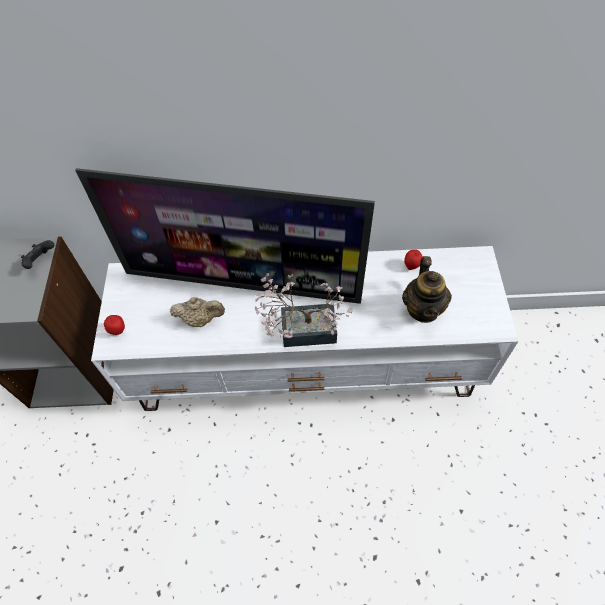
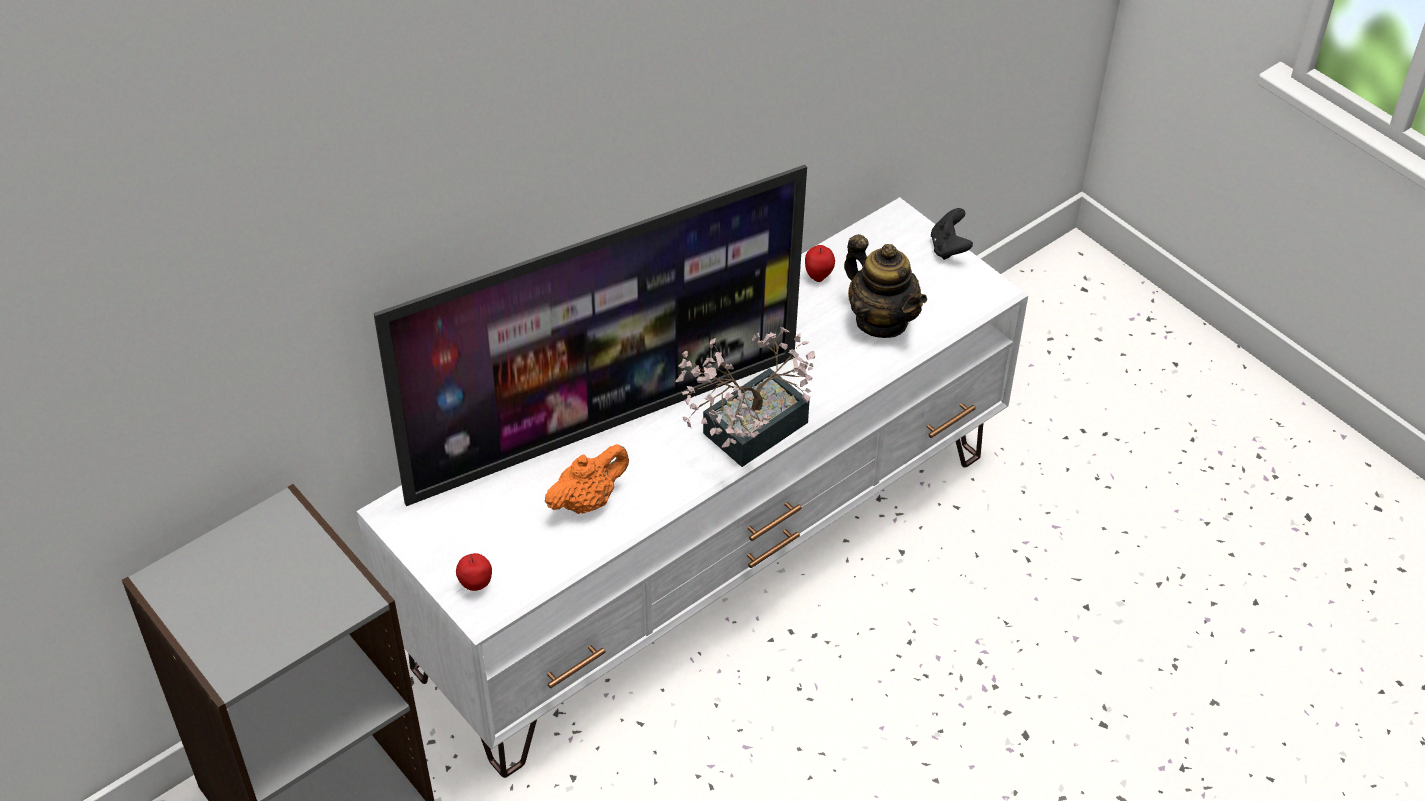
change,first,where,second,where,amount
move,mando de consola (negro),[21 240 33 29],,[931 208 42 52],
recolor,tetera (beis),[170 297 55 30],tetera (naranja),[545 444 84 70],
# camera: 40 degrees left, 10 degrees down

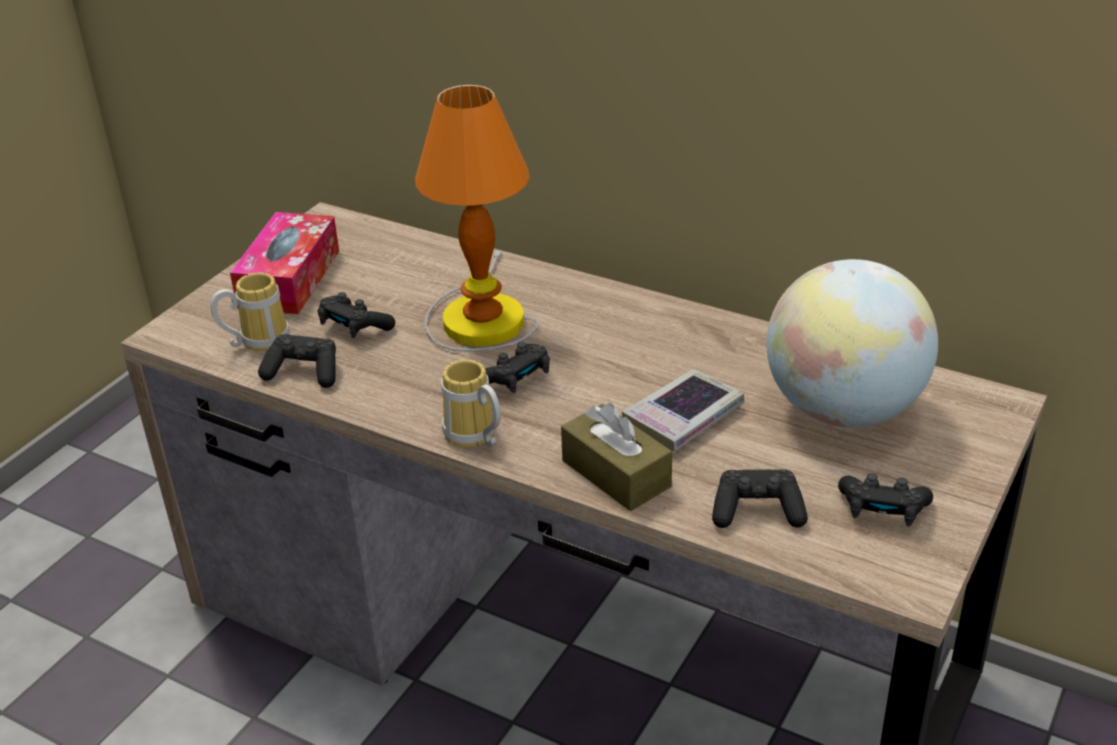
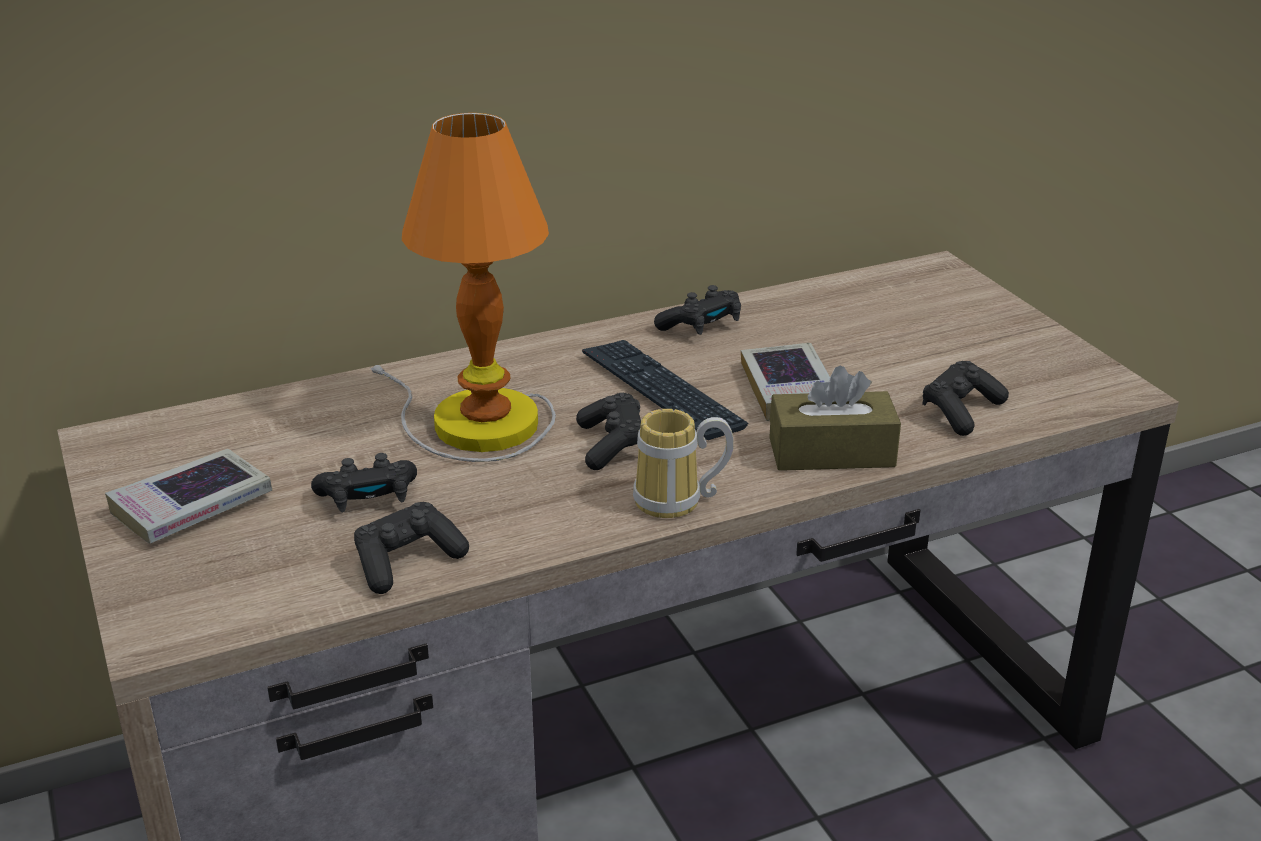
change,first,where,second,where,amount
delete,taza grande,[211 272 79 80],,,
replace,caja de pañuelos,[230 212 109 102],libro,[105 449 167 95],
delete,globo terráqueo,[766 259 172 169],,,
move,mando de consola (negro),[838 473 95 54],,[654 285 87 50],
insert,,,teclado,[582 340 166 100],
# camera: 55 degrees left, 5 degrees down

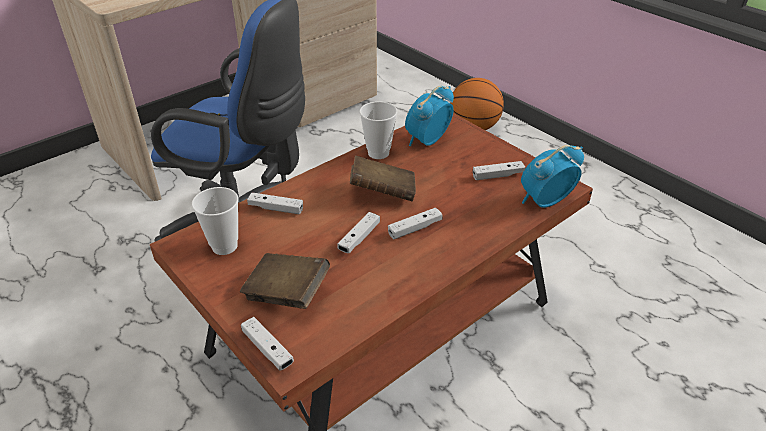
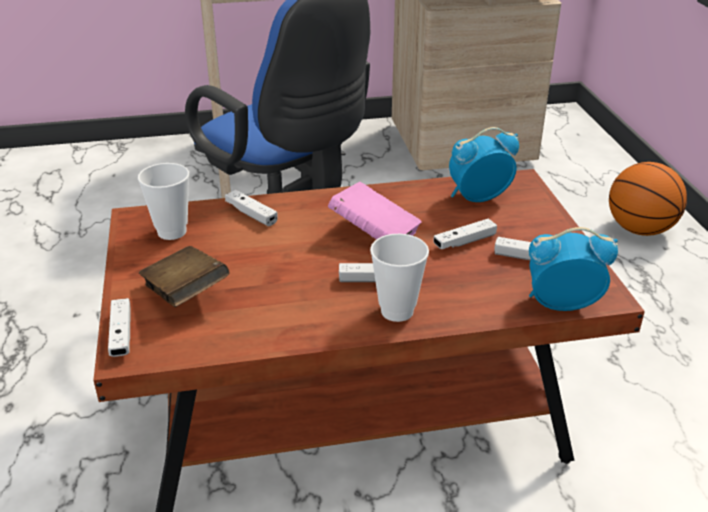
change,first,where,second,where,amount
move,mando de consola (blanco),[338 212 42 41],,[433 219 64 30],
recolor,libro (marrón),[350 156 66 46],libro (rosa),[328 182 94 57],
move,taza,[360 101 37 58],,[370 234 59 88],
# camera: 30 degrees right, 5 degrees down

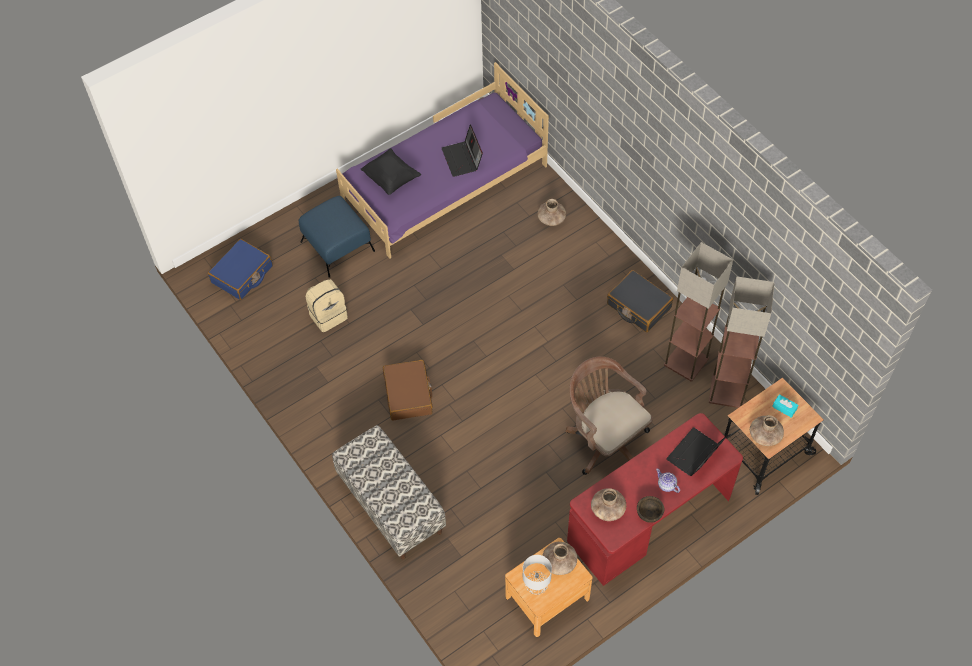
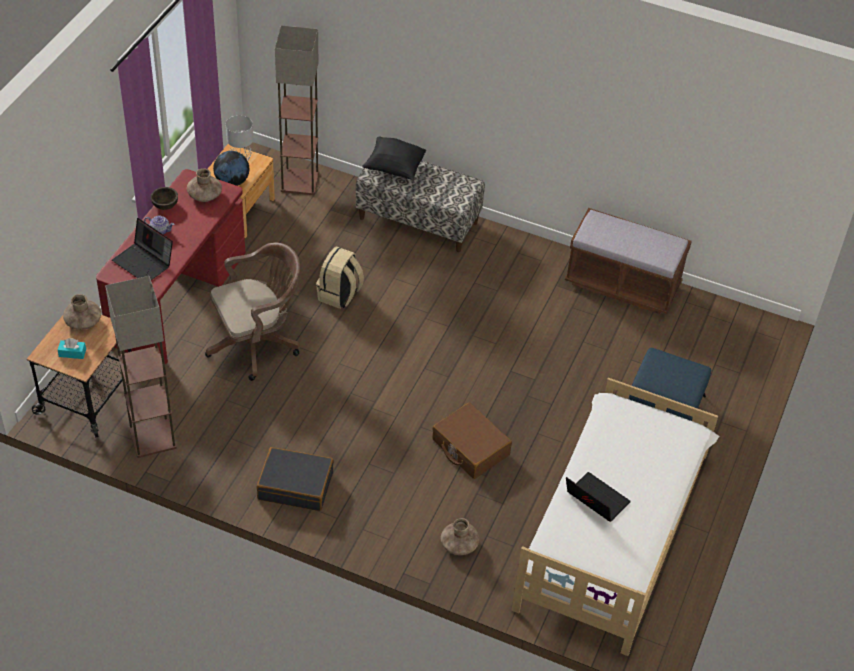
change,first,where,second,where,amount
delete,maleta (azul),[208 239 65 61],,,
move,mochila (beis),[305 279 43 53],,[316 246 48 63],
recolor,cama (morado),[336 62 213 197],cama (blanco),[511 378 209 278],
move,cojín (negro),[360 148 61 47],,[362 136 64 44],
move,maleta (marrón),[383 360 49 61],,[432 403 80 76],
replace,florero (marrón),[543 542 34 33],globo terráqueo,[213 151 36 35],
rotate,silla de oficina (marrón),[565 356 87 119],,[205 243 95 138],45 degrees counterclockwise
move,lámpara de pie,[664 242 69 140],,[275 26 44 169],
rotate,portátil,[666 427 62 49],,[112 218 61 62],120 degrees clockwise
insert,,,banco (marrón),[565 208 127 106],
# camera: 145 degrees right, 10 degrees down

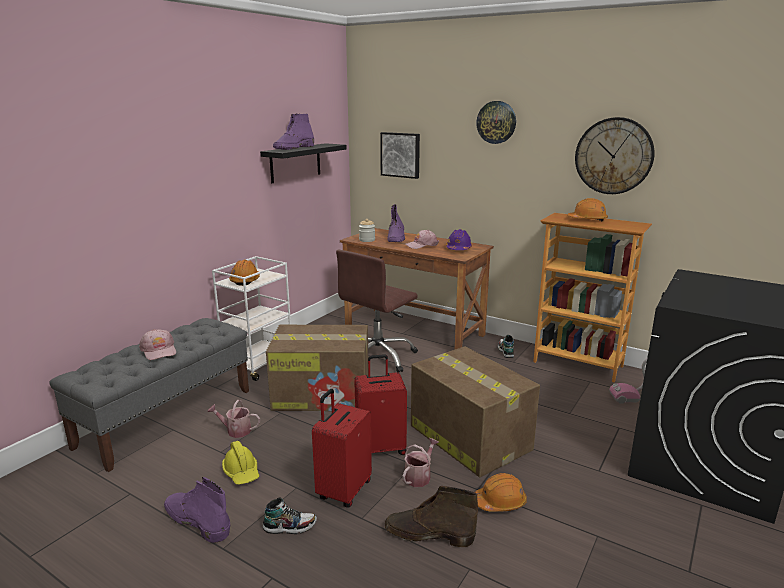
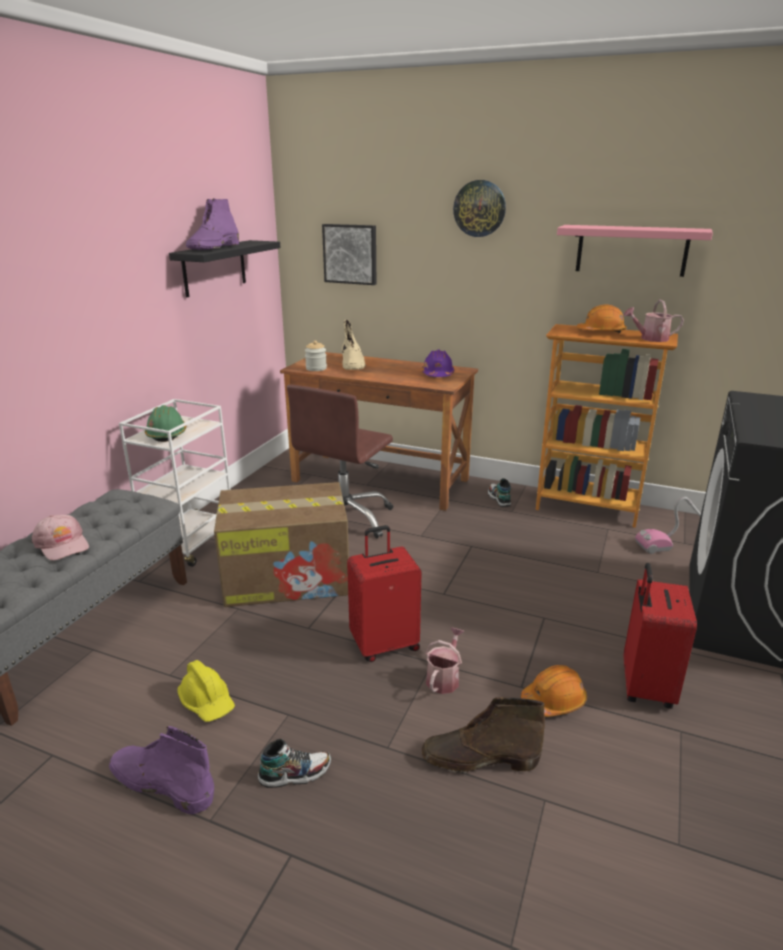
change,first,where,second,where,amount
move,regadera,[207 400 53 38],,[623 300 61 42],
recolor,casco (naranja),[229 259 31 27],casco (verde),[145 405 42 37],
move,maleta (rojo),[312 389 60 119],,[624 563 73 146],
recolor,bota (morado),[387 204 18 38],bota (beis),[342 320 24 50],
delete,gorra (rosa),[405 230 34 19],,,
delete,caja de cartón,[411 346 129 131],,,
replace,reloj de pared,[575 117 79 77],estante (rosa),[557 225 156 52],
# camera: 10 degrees left, 5 degrees up

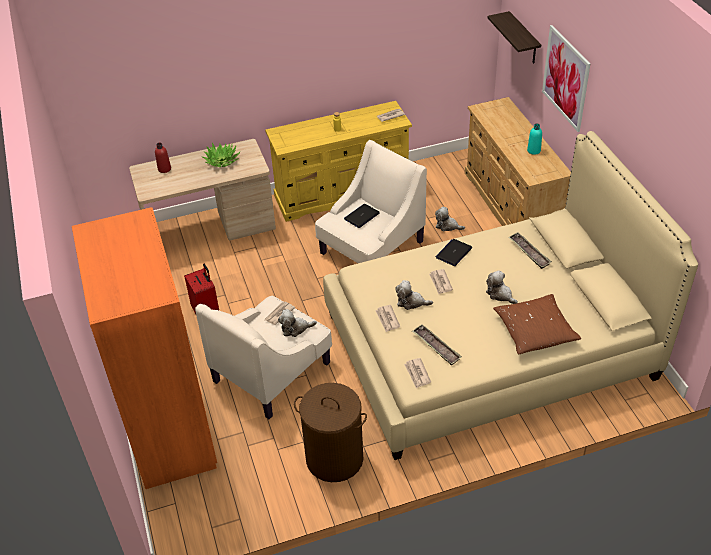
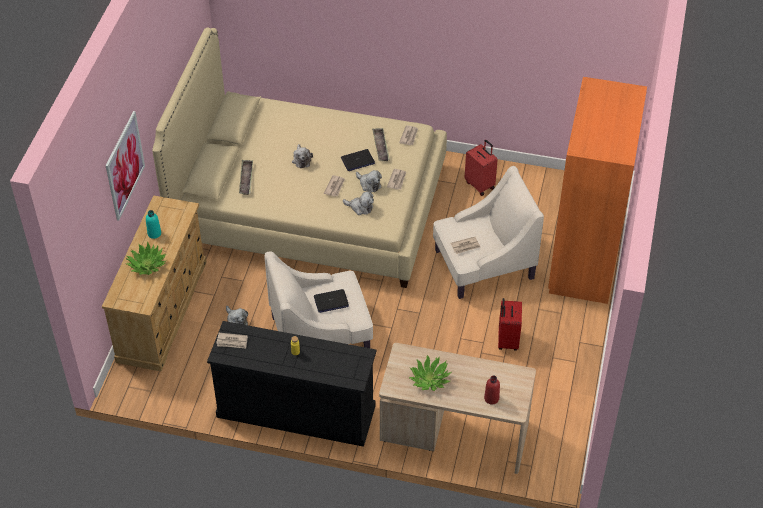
change,first,where,second,where,amount
recolor,cómoda (amarillo),[265 101 147 121],cómoda (negro),[207 321 169 126],
move,peluche,[278 309 39 28],,[343 191 31 24],
replace,cesto de la ropa (marrón),[294 383 73 99],maleta (rojo),[465 140 33 56],
move,portátil,[435 239 37 27],,[341 149 34 22],
delete,estante,[488 11 53 53],,,
delete,cojín (marrón),[493 294 88 60],,,
insert,,,planta en maceta,[126 242 40 33],
# camera: 150 degrees left, 5 degrees up

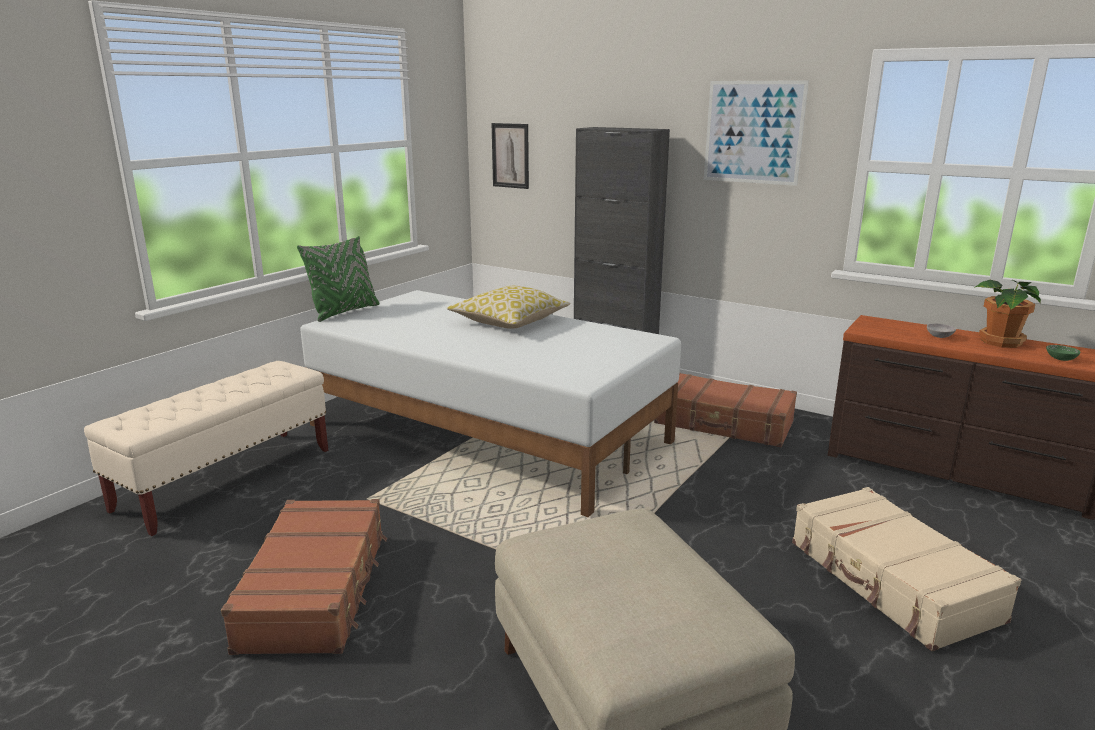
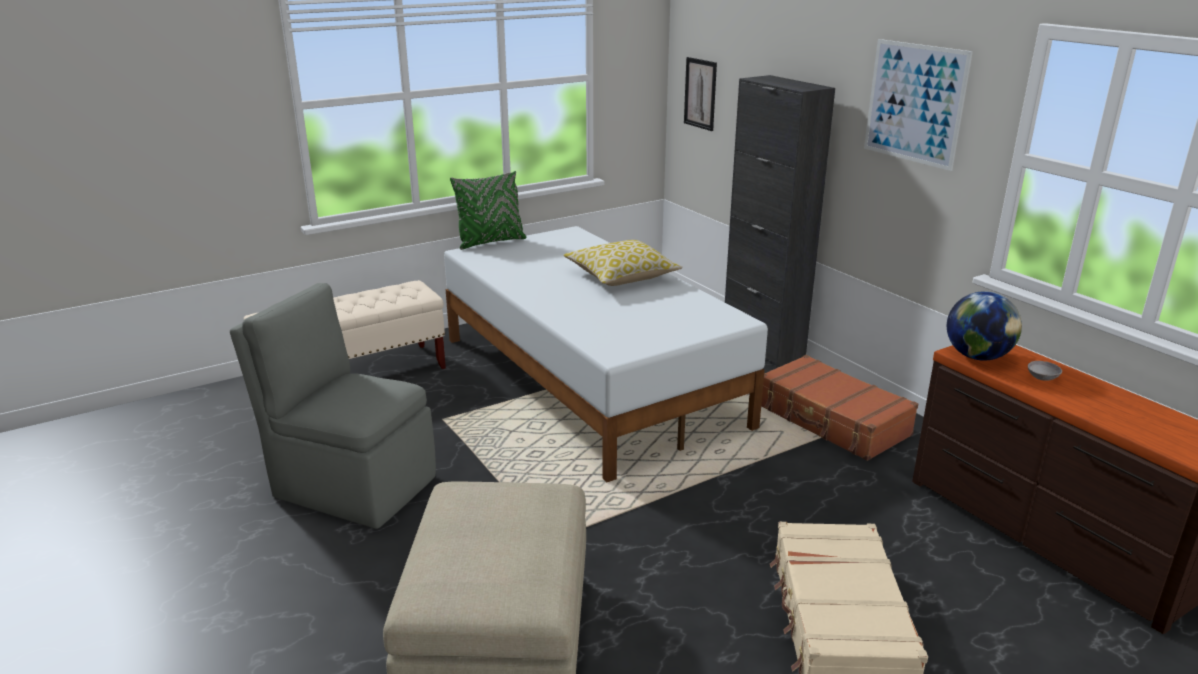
change,first,where,second,where,amount
replace,maleta (marrón),[221 499 166 156],silla (gris),[230 283 206 246],
delete,planta en maceta,[974 280 67 68],,,
delete,cuenco (verde),[1046 345 35 16],,,
insert,,,globo terráqueo,[947 291 75 70],
# camera: 25 degrees right, 5 degrees up

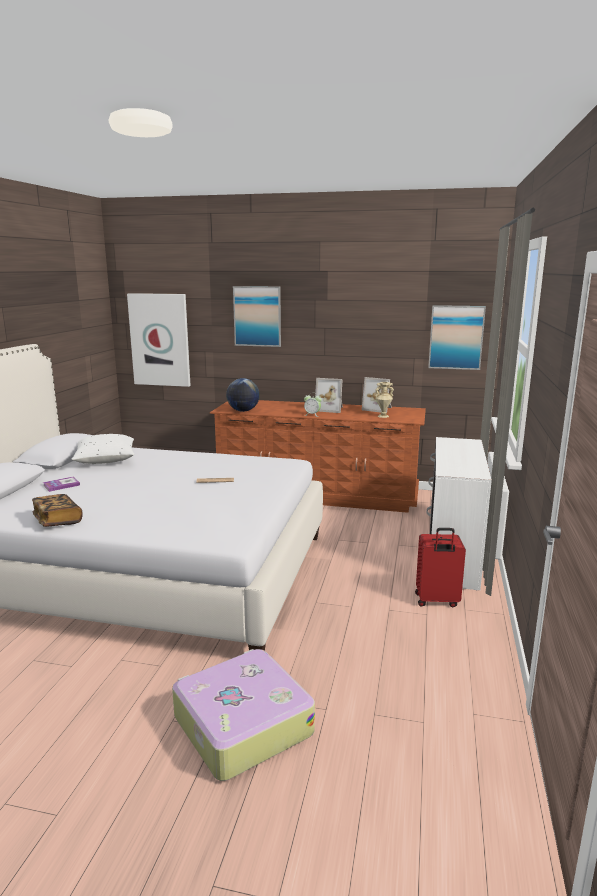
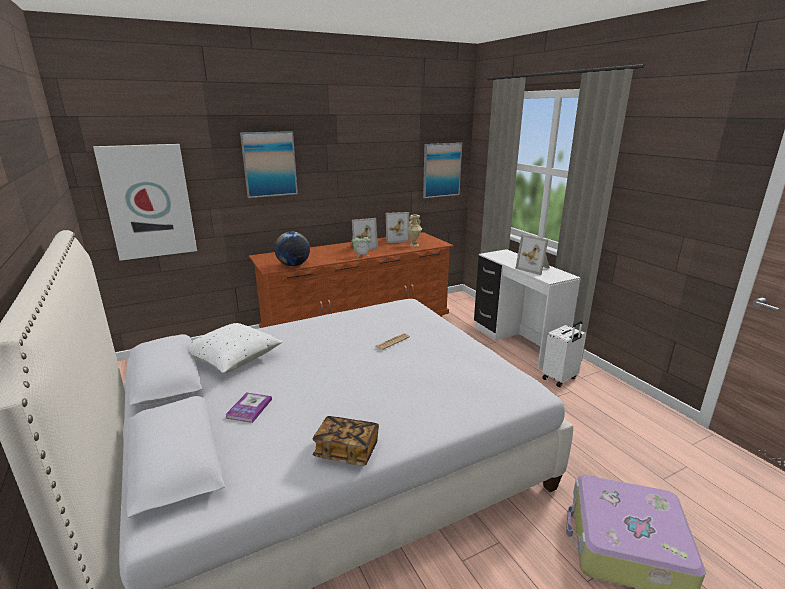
change,first,where,second,where,amount
recolor,maleta (rojo),[415 528 51 79],maleta (blanco),[542 321 44 66],
insert,,,portarretratos,[515 234 35 41],
# camera: 40 degrees left, 5 degrees up

